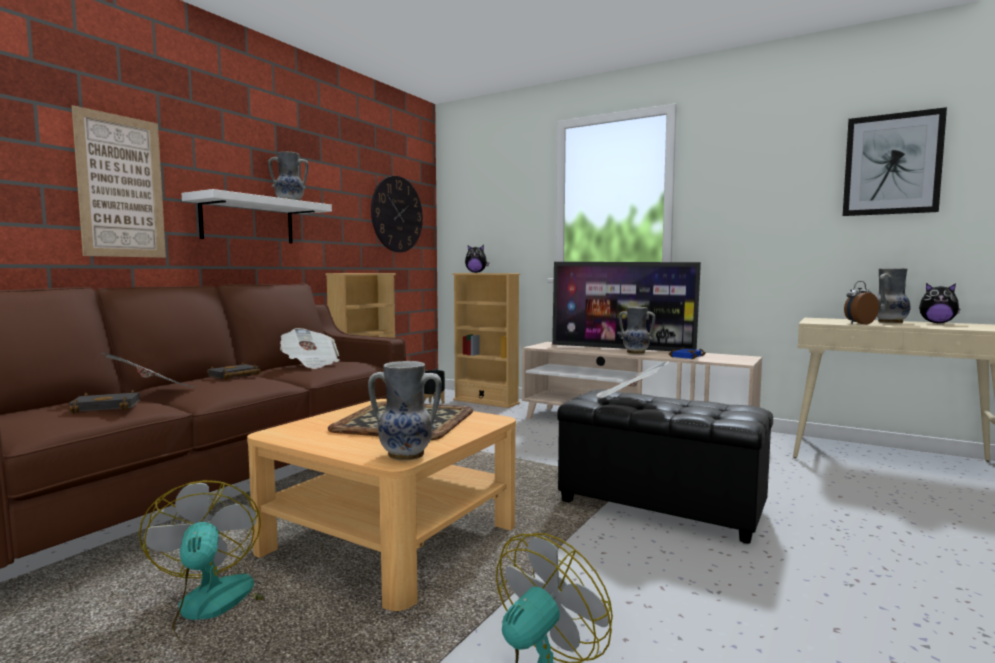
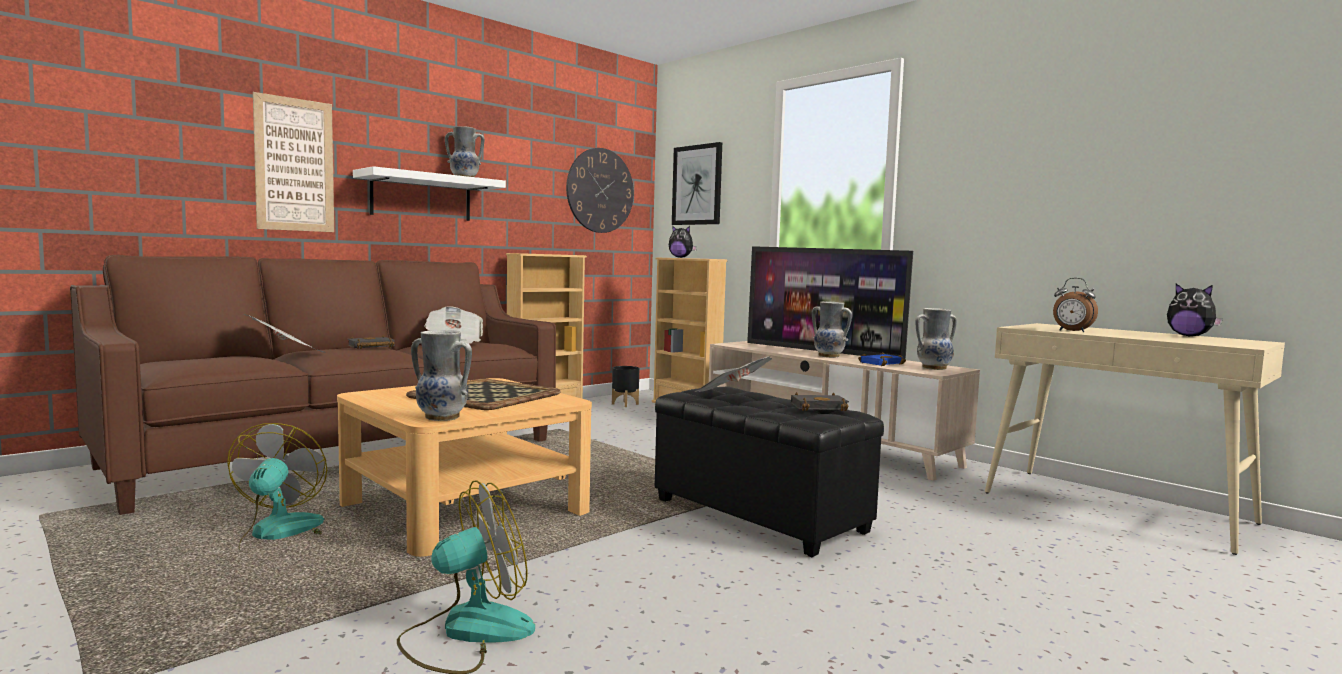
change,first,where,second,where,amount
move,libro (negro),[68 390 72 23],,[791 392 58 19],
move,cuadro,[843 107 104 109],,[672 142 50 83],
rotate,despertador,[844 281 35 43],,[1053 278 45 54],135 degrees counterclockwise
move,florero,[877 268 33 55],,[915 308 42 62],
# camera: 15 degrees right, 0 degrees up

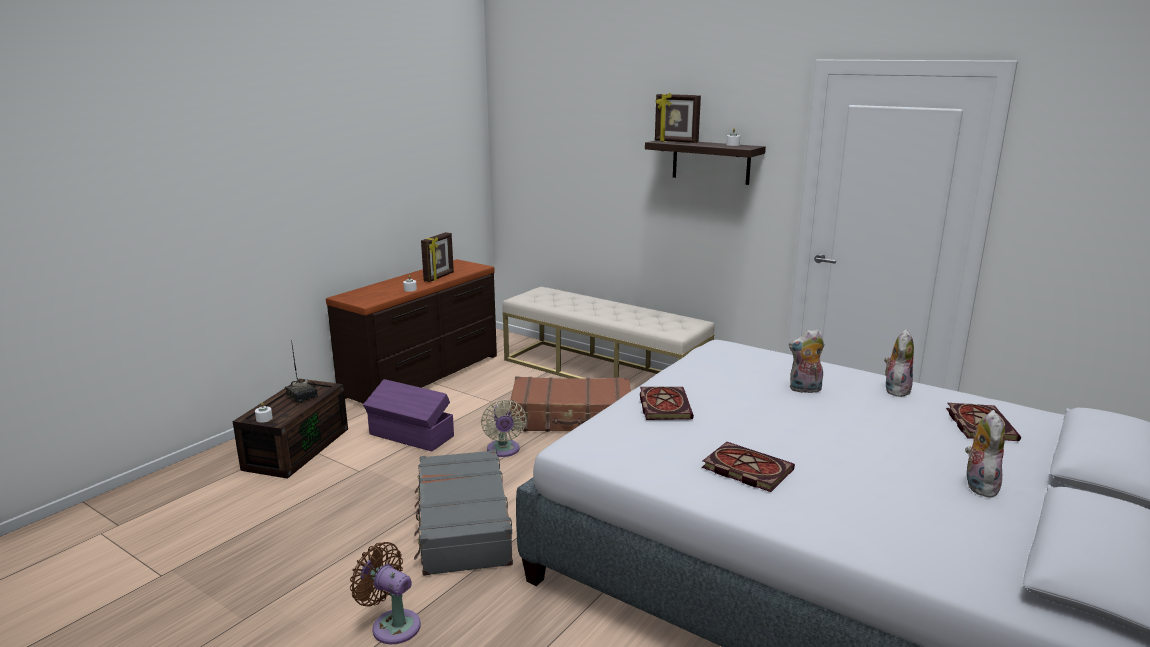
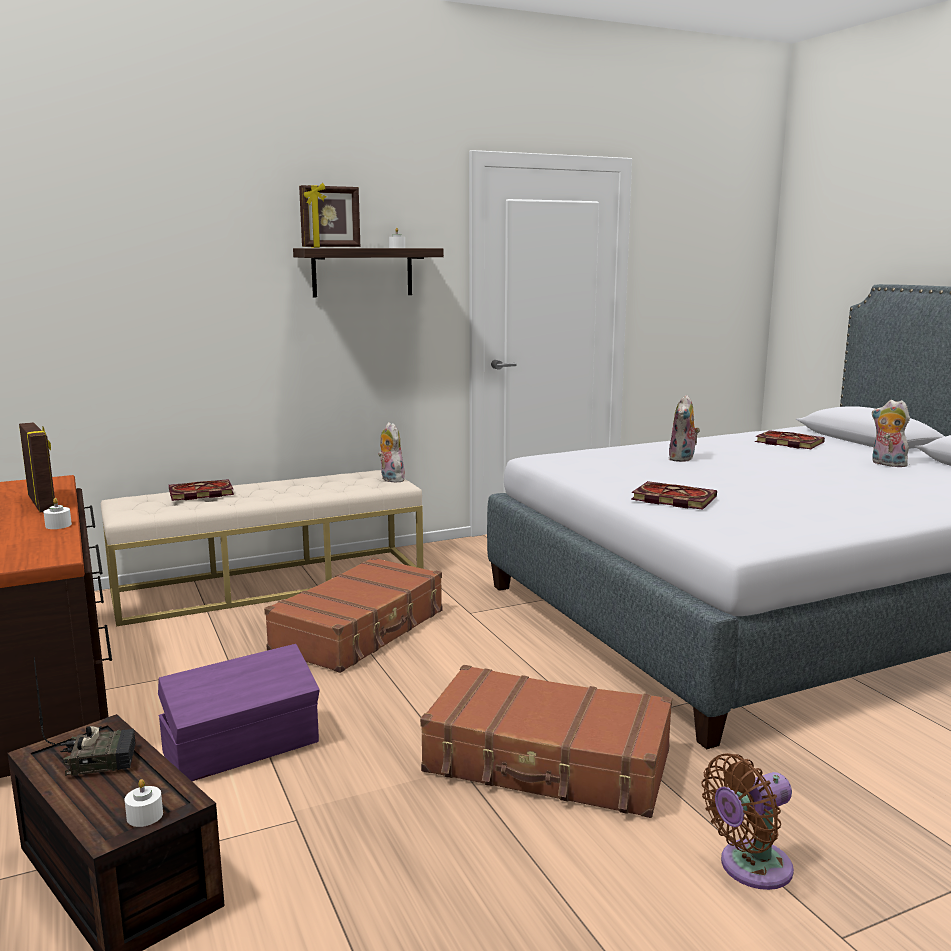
change,first,where,second,where,amount
recolor,maleta (gris),[414 449 99 127],maleta (marrón),[420 665 252 153],
delete,ventilador (beis),[481 400 46 57],,,
move,libro,[702 442 93 50],,[169 479 65 22],
move,peluche,[884 329 30 68],,[378 422 27 60],
# camera: 60 degrees left, 5 degrees down

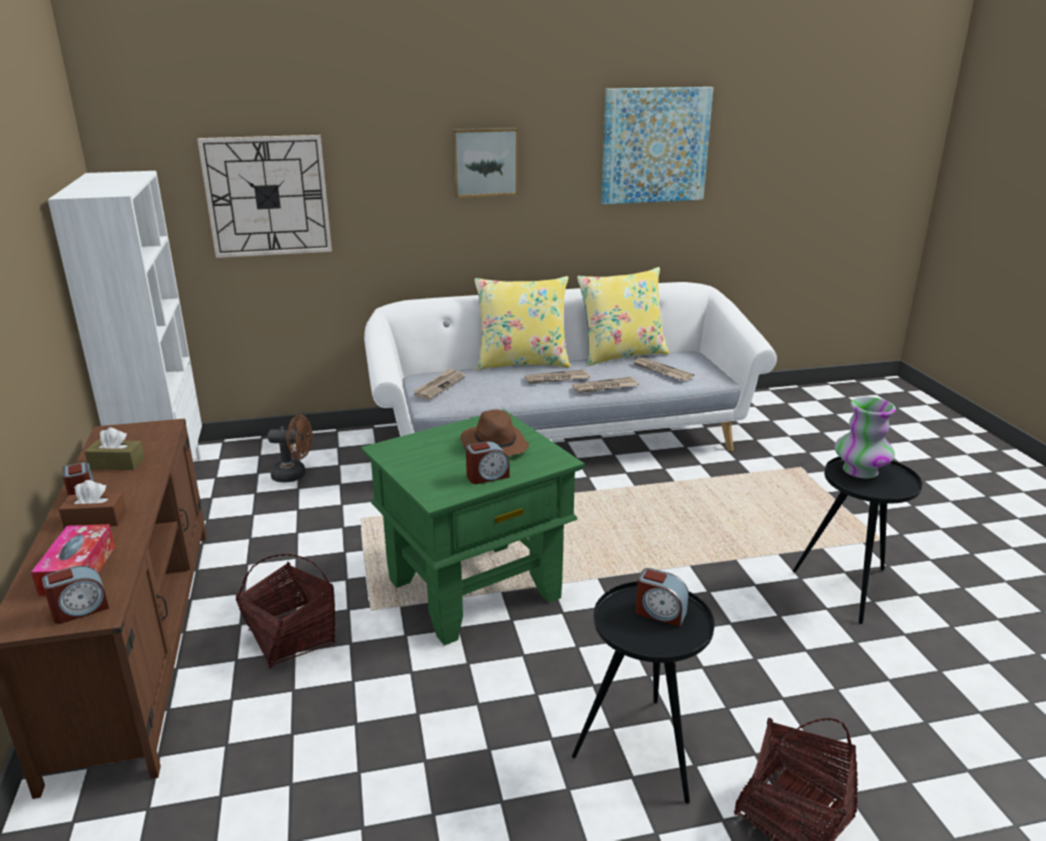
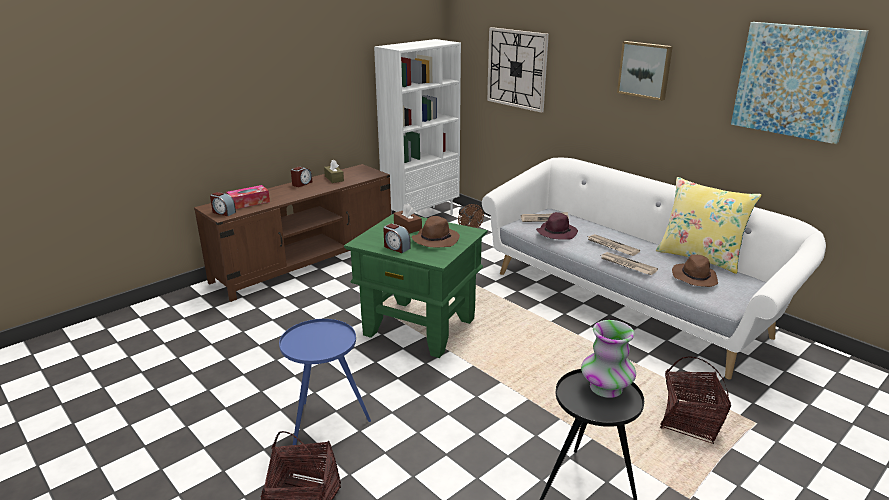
change,first,where,second,where,amount
move,caja de pañuelos (marrón),[59 480 68 49],,[394 204 28 29],
move,cesta,[236 554 100 114],,[660 357 71 87],
delete,cojín (amarillo),[474 276 96 94],,,
recolor,mesa auxiliar (negro),[572 581 142 223],mesa auxiliar (azul),[279 319 92 126],
replace,periódico,[631 357 63 24],sombrero (marrón),[672 254 46 33],
delete,despertador,[636 568 53 59],,,
insert,,,sombrero (morado),[536 212 42 28],
# camera: 60 degrees right, 0 degrees up

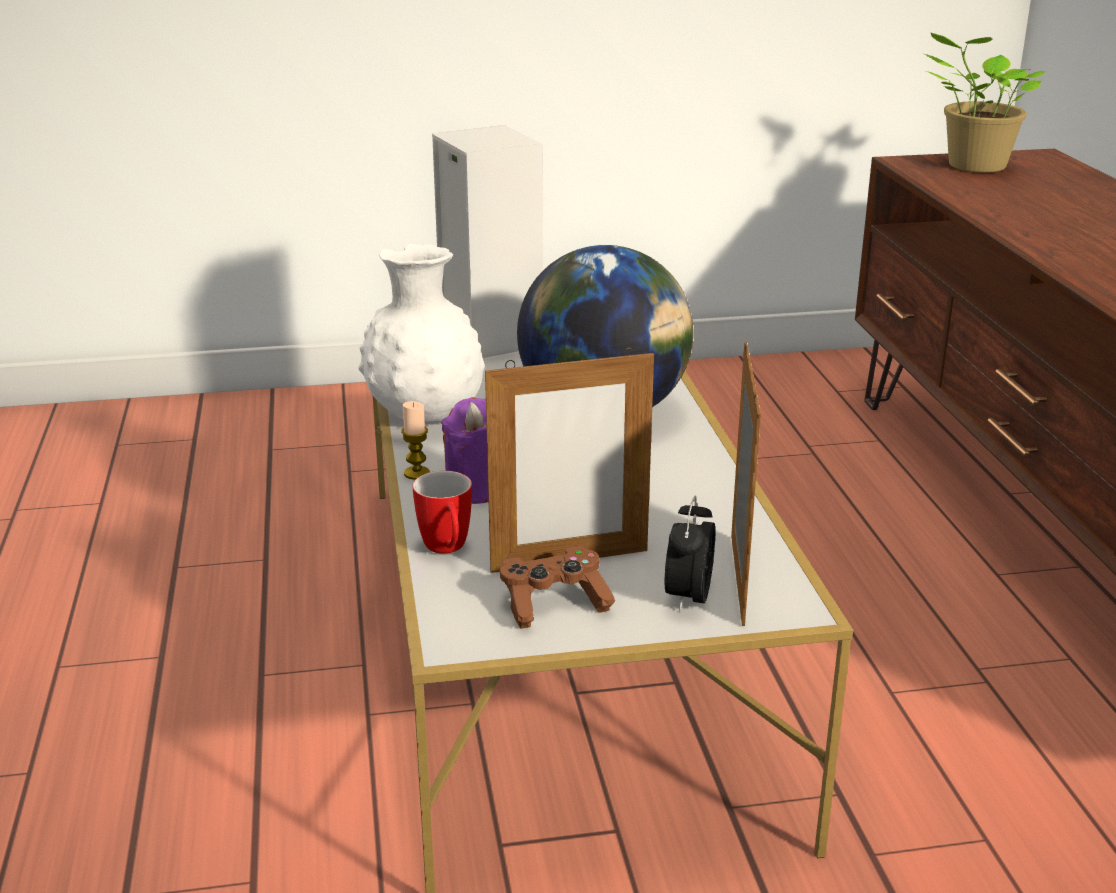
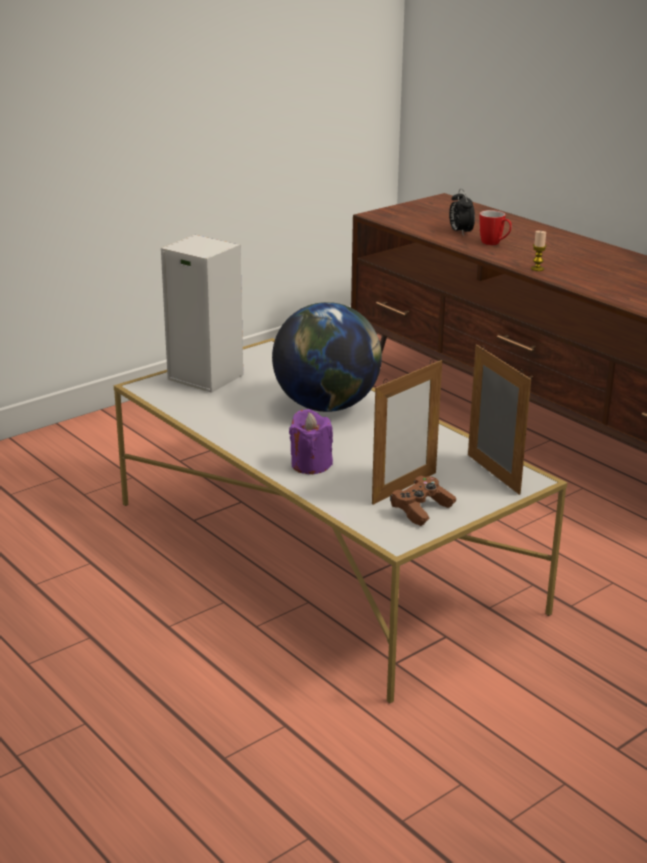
change,first,where,second,where,amount
delete,florero (blanco),[359 244 126 177],,,
move,vela,[401 401 29 79],,[531 231 15 40],
move,taza grande,[412 471 60 83],,[479 210 33 35],
move,despertador,[665 496 50 116],,[449 189 26 47],
delete,planta en maceta,[922 32 124 141],,,
# camera: 30 degrees left, 0 degrees up

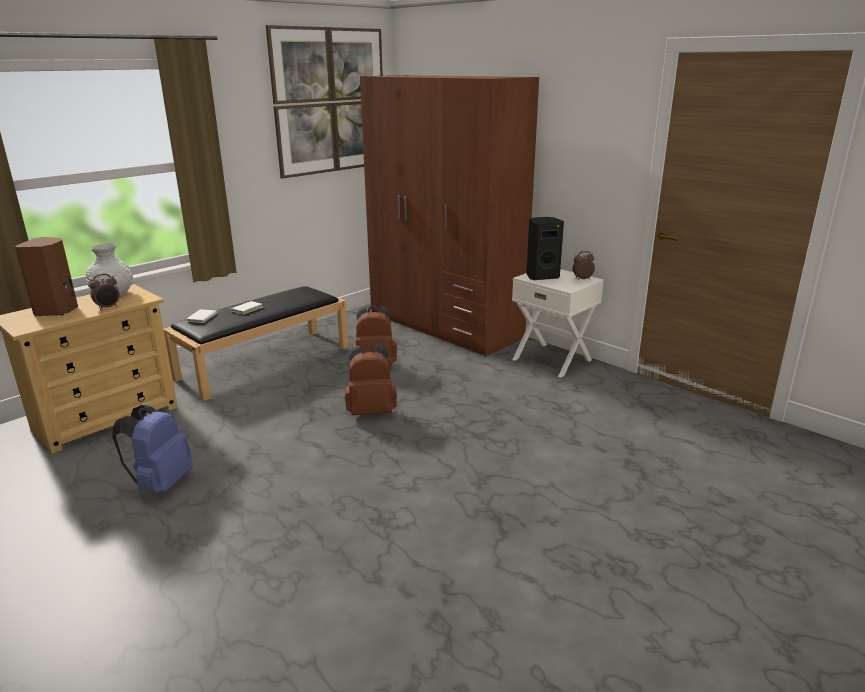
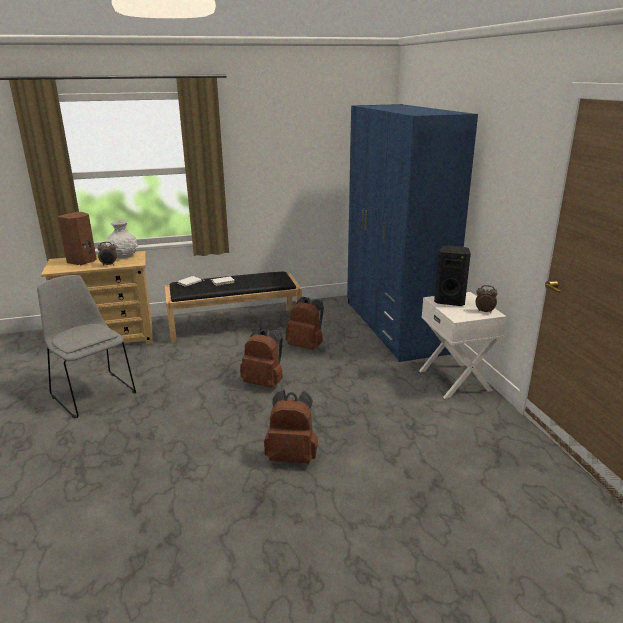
change,first,where,second,where,amount
replace,mochila (azul),[113 405 80 88],silla (gris),[37 275 99 143],
delete,cuadro,[266 25 117 154],,,
recolor,armario ropero (marrón),[360 75 179 282],armario ropero (azul),[347 104 131 258],
insert,,,mochila (marrón),[264 390 54 74],
# camera: 30 degrees right, 0 degrees up

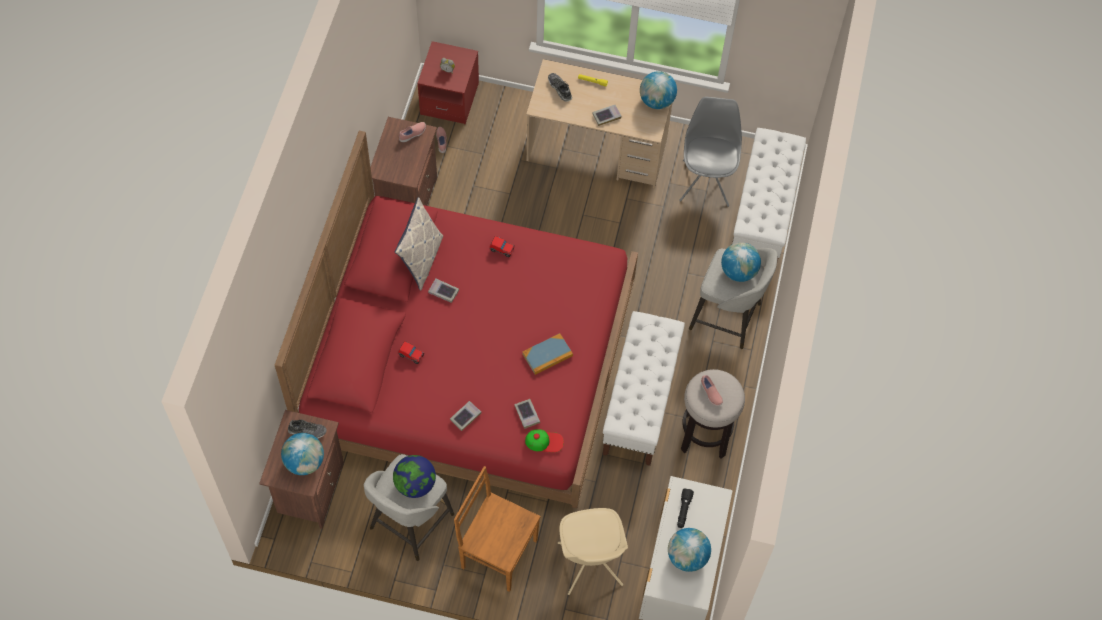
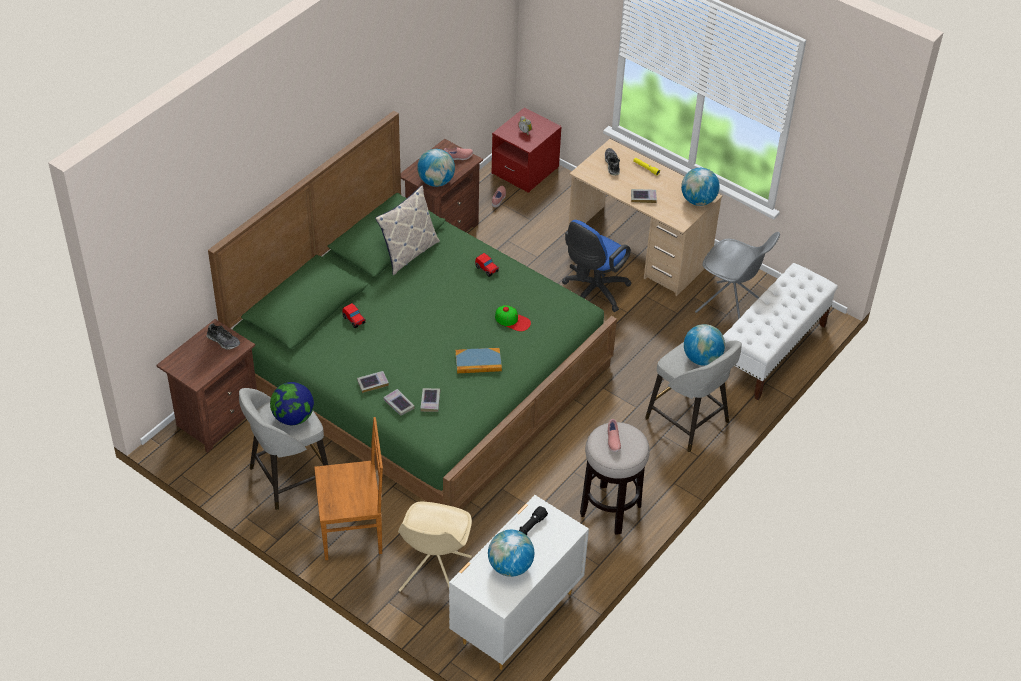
change,first,where,second,where,amount
recolor,cama (rojo),[275 131 363 378],cama (verde),[208 111 409 399],
move,globo terráqueo,[281 433 43 42],,[417 149 38 38],
move,libro,[428 278 31 25],,[383 389 32 27],
rotate,silla (marrón),[454 466 87 126],,[314 417 69 143],120 degrees clockwise
move,gorra,[525 429 39 23],,[495 305 36 27],
delete,banco (blanco),[603 311 82 155],,,
rotate,silla (gris),[679 97 63 110],,[695 232 85 87],90 degrees clockwise
insert,,,silla de oficina (azul),[562 220 70 92],
# camera: 25 degrees right, 15 degrees down

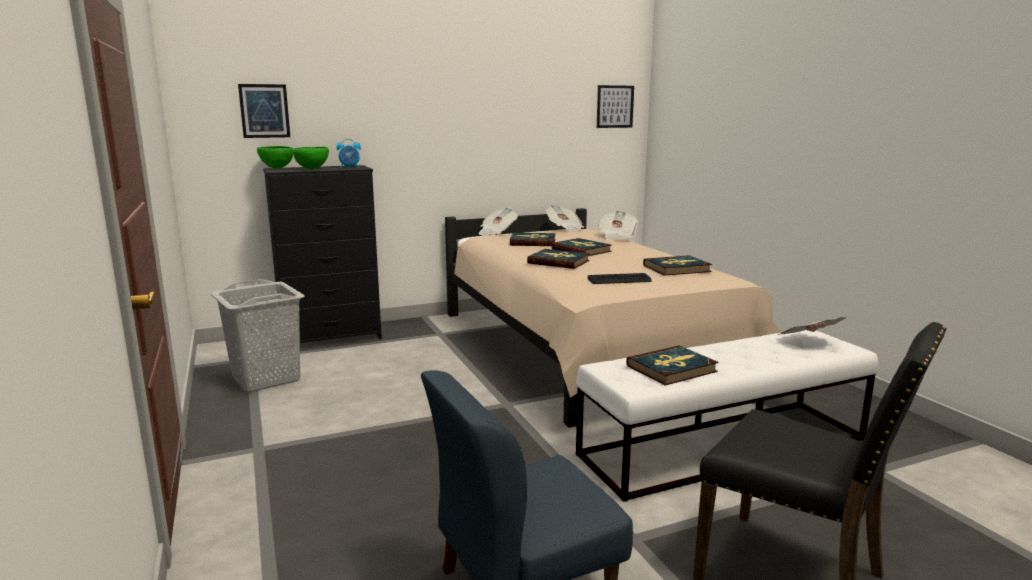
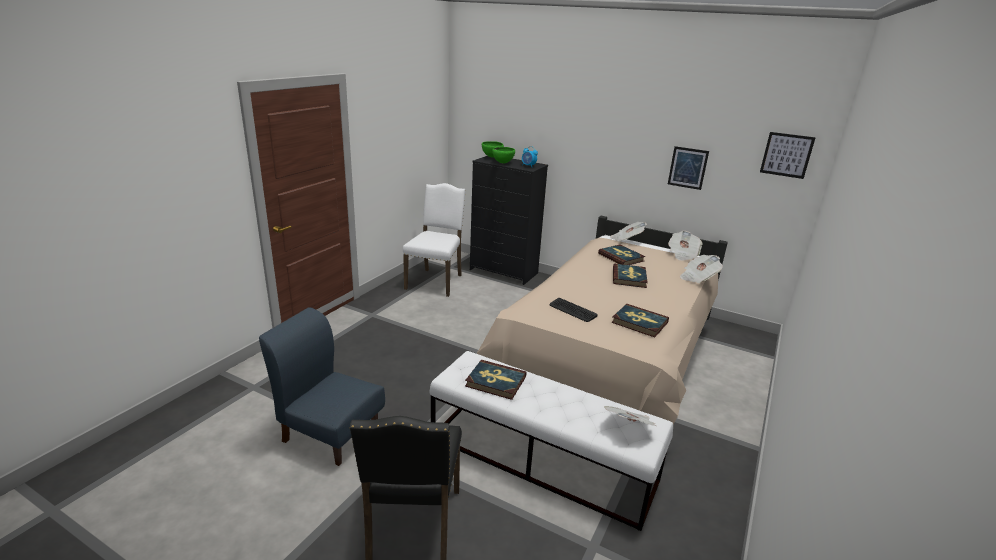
change,first,where,second,where,amount
replace,cesto de la ropa (gris),[211 279 94 113],silla (blanco),[403 183 63 114],
move,cuadro,[238 84 52 54],,[668 146 41 44],
delete,libro,[527 249 63 20],,,
# camera: 50 degrees right, 10 degrees up

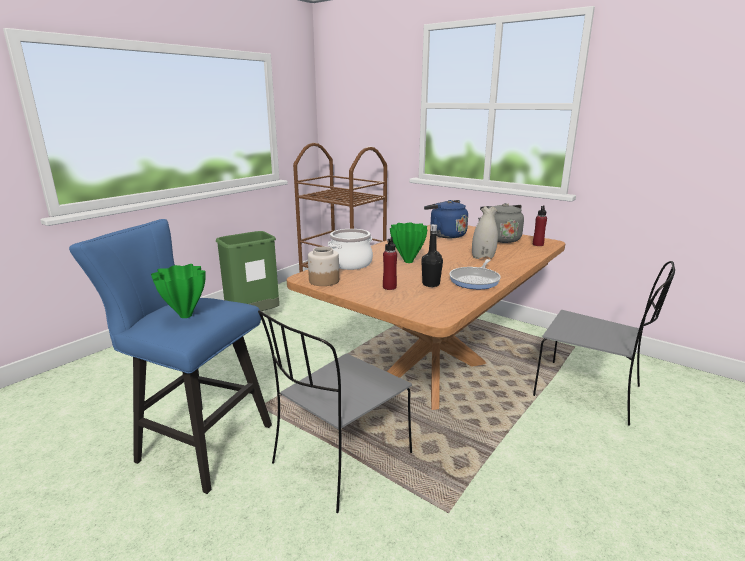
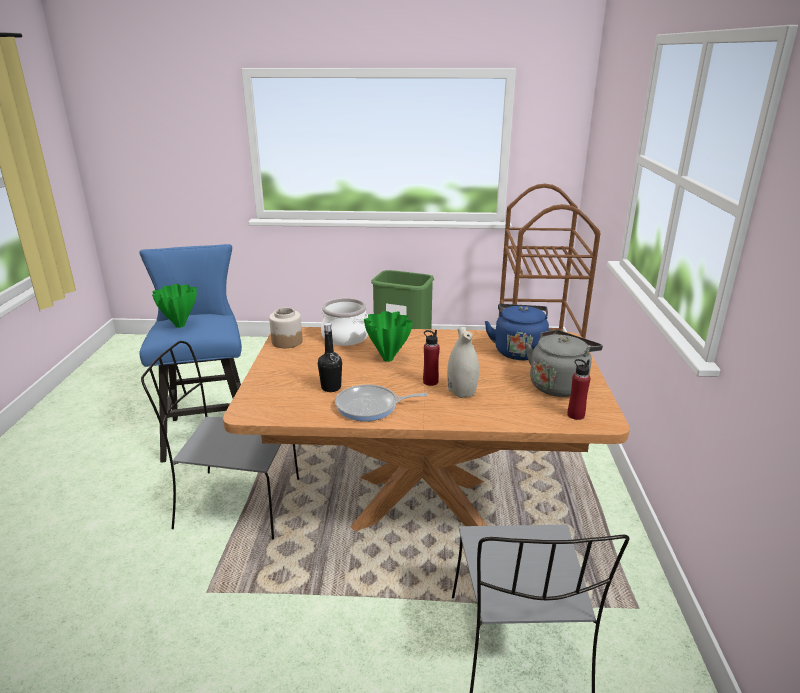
change,first,where,second,where,amount
move,botella (rojo),[383 237 14 53],,[423 330 16 56],
# camera: 55 degrees right, 5 degrees up

